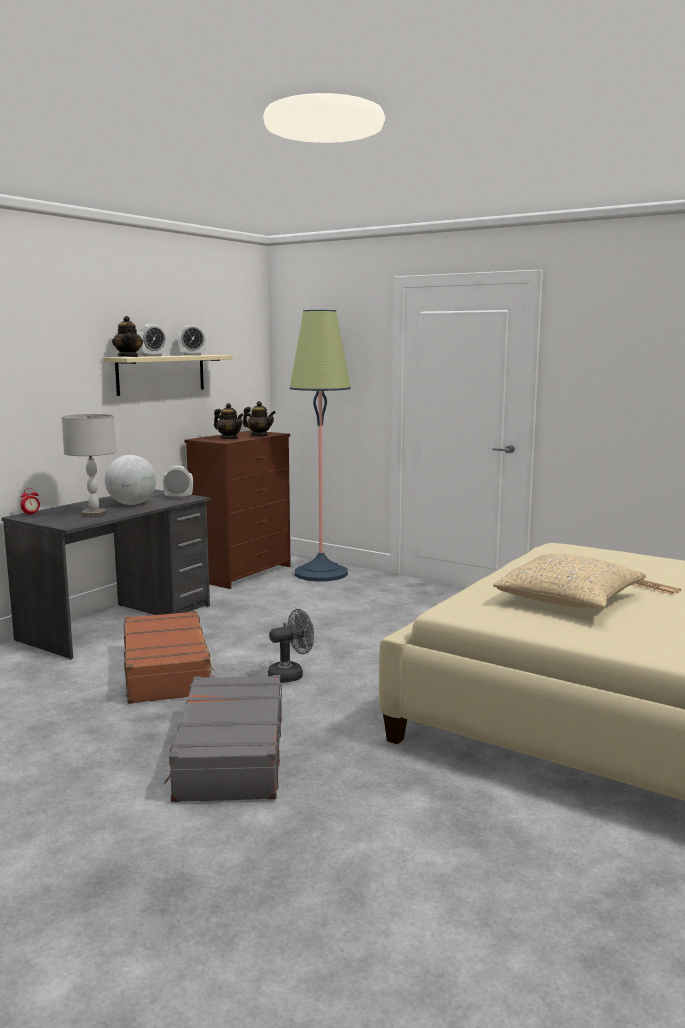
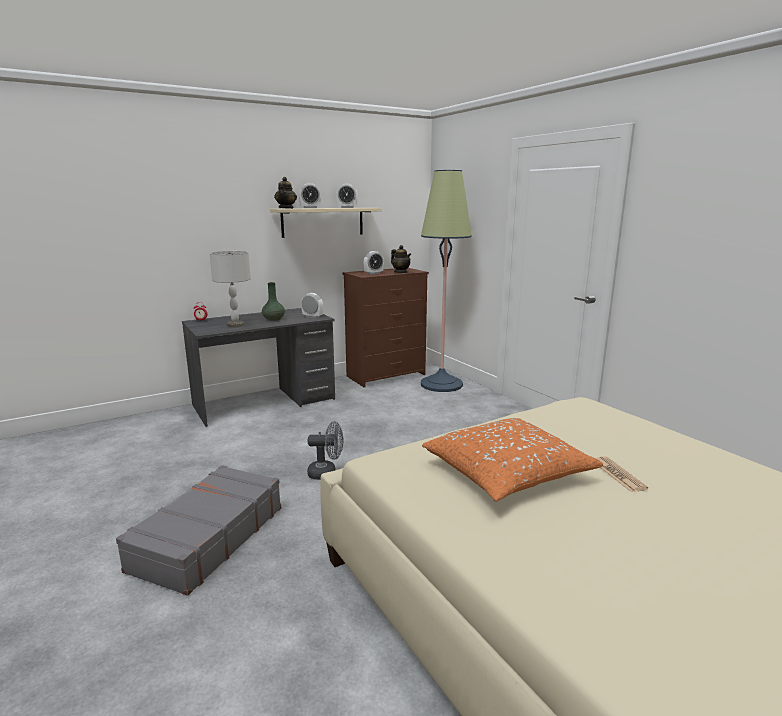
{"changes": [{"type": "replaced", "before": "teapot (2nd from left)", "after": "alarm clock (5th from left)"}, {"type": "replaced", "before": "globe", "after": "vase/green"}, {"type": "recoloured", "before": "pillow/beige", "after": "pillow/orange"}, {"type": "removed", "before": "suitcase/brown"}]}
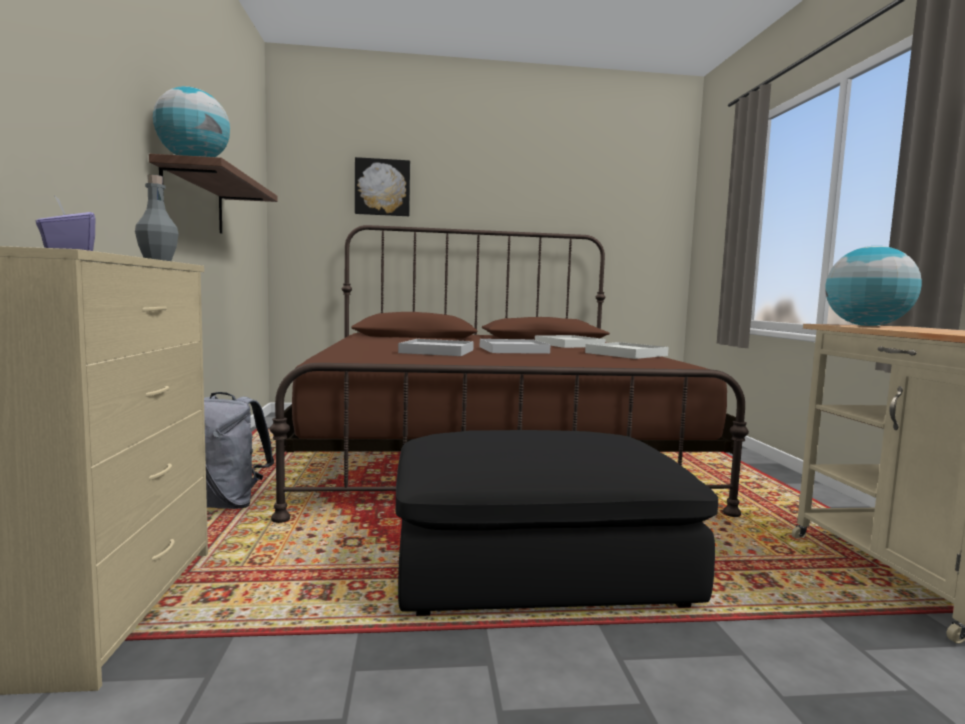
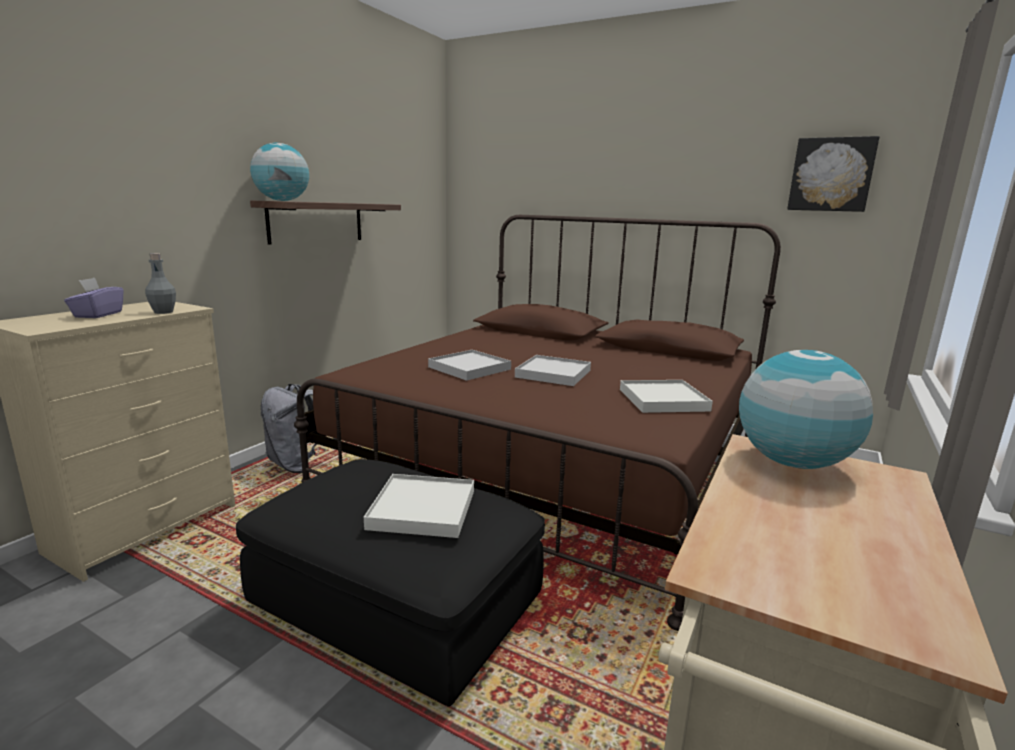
{"changes": [{"type": "moved", "before": "picture"}, {"type": "moved", "before": "tray/white (3rd from left in the first image)", "after": "tray/white (1st from left)"}]}
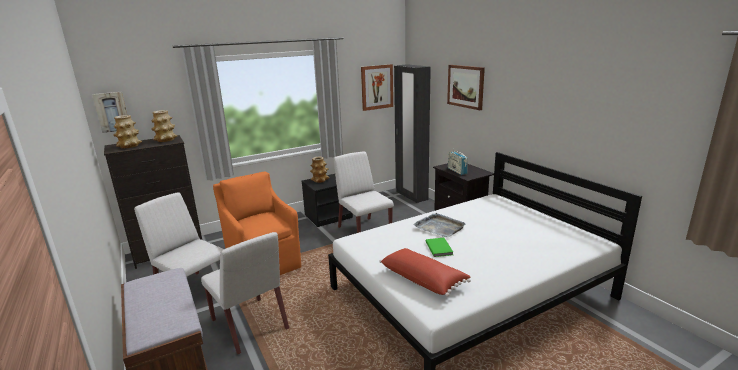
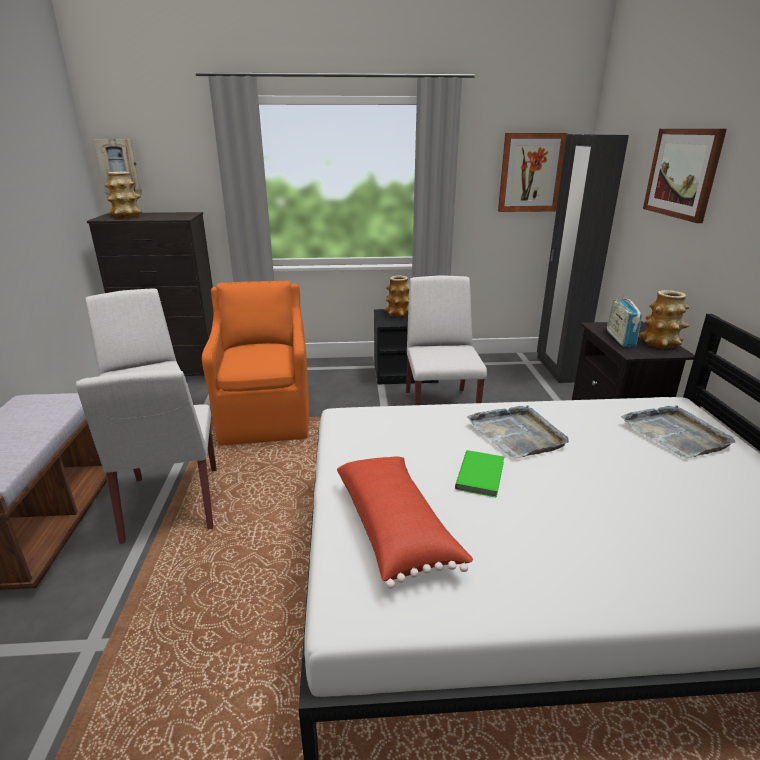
{"changes": [{"type": "moved", "before": "vase (2nd from left in the first image)", "after": "vase (3rd from left)"}, {"type": "added", "after": "tray/grey (2nd from left)"}]}
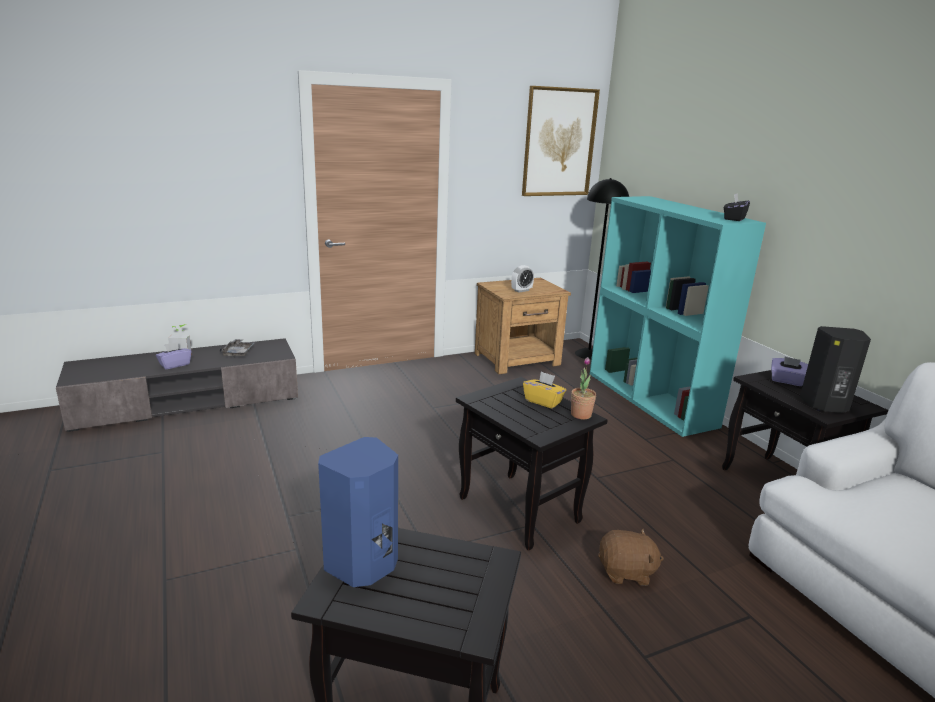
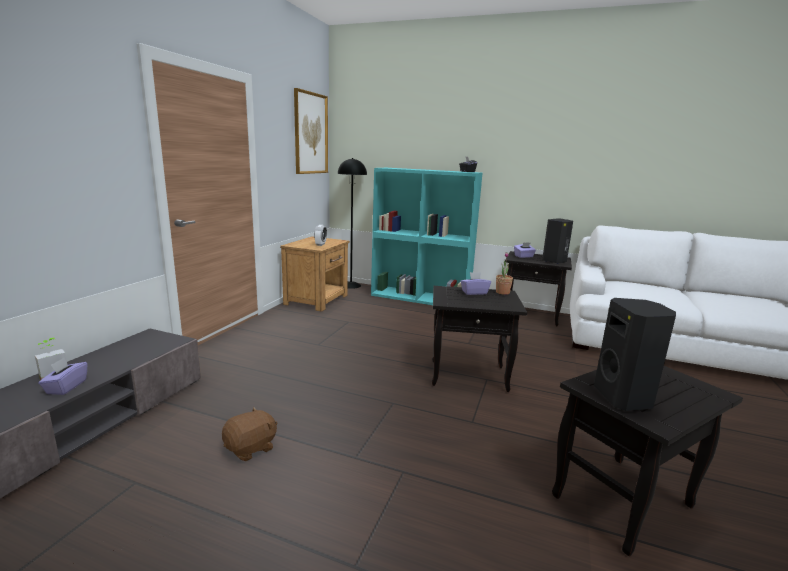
{"changes": [{"type": "removed", "before": "tray/grey"}, {"type": "recoloured", "before": "tissue box/yellow", "after": "tissue box/purple (2nd from left)"}, {"type": "recoloured", "before": "speaker/blue", "after": "speaker/black (2nd from left)"}, {"type": "moved", "before": "plush toy/brown"}]}
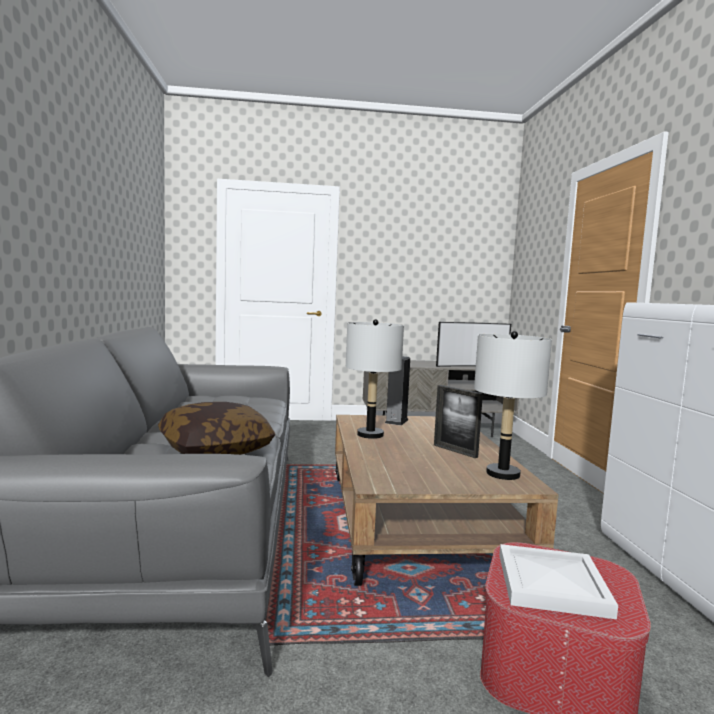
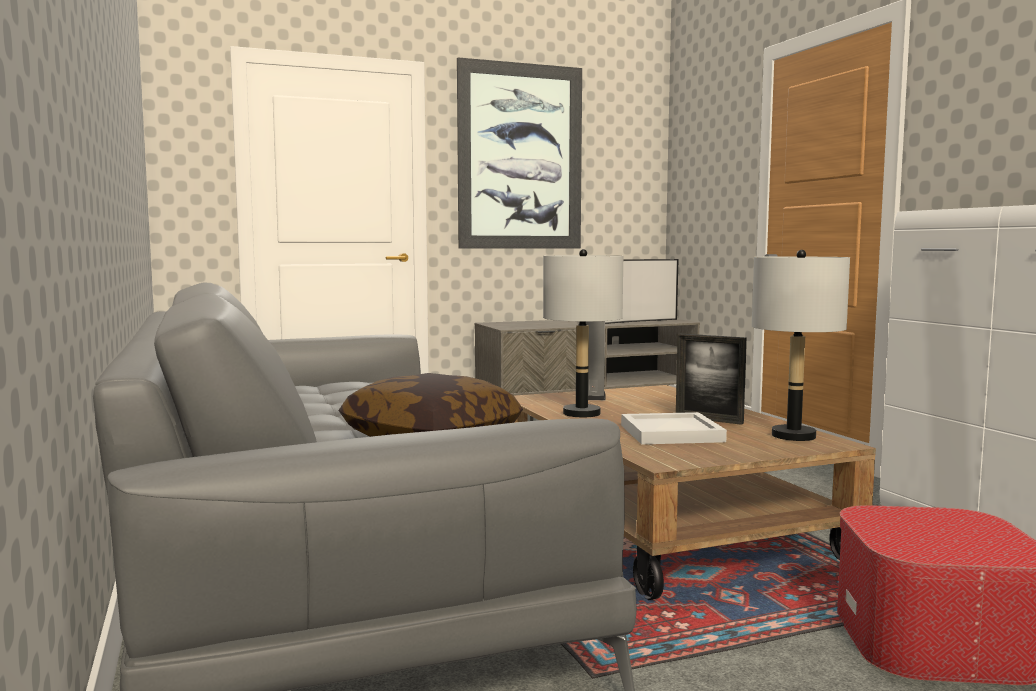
{"changes": [{"type": "moved", "before": "tray/white"}, {"type": "added", "after": "picture"}]}
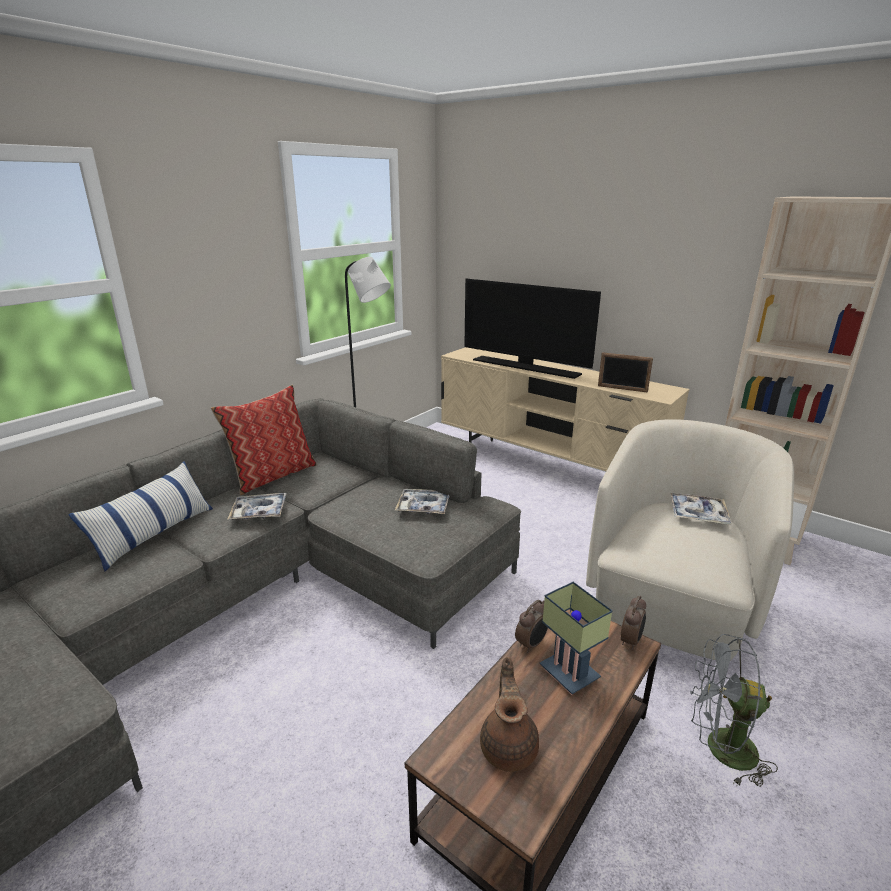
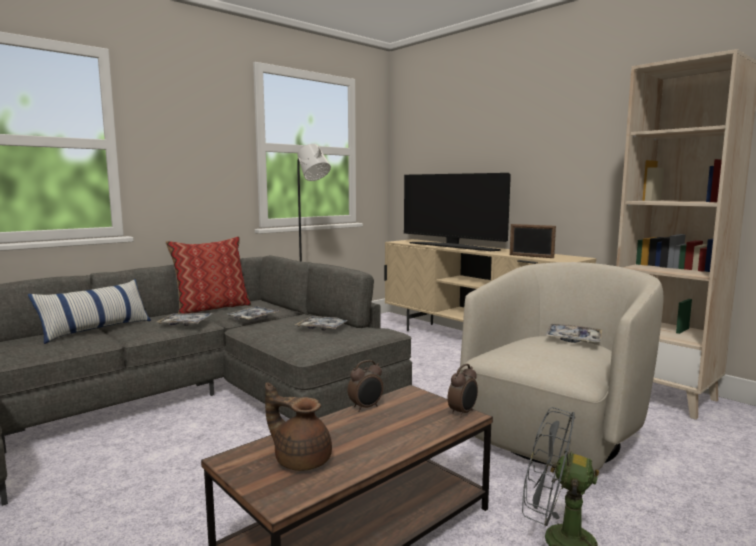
{"changes": [{"type": "removed", "before": "table lamp"}, {"type": "turned", "before": "teapot/brown", "turn": -75}, {"type": "added", "after": "tray (2nd from left)"}]}
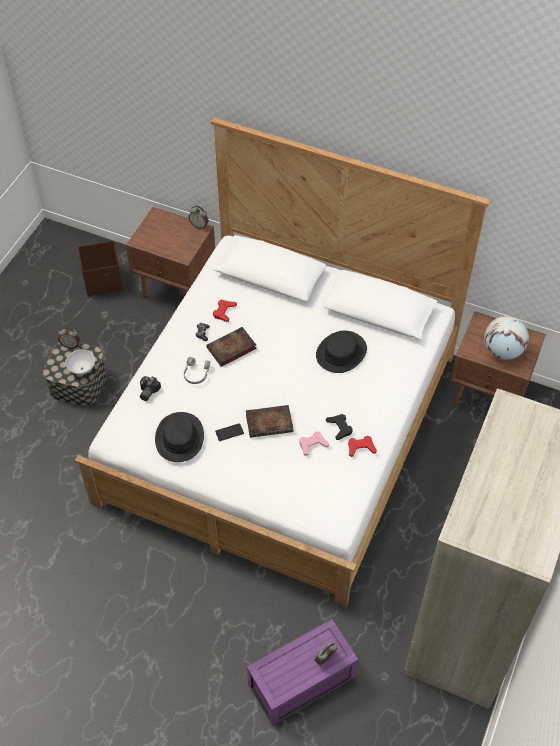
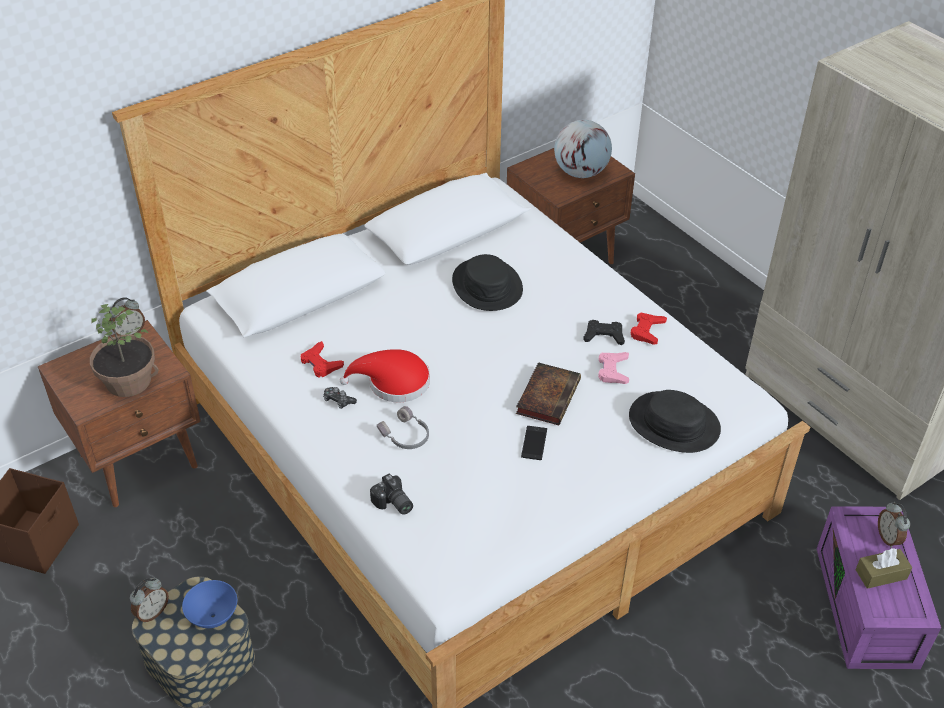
{"changes": [{"type": "replaced", "before": "book (1st from left)", "after": "hat/red"}, {"type": "recoloured", "before": "bowl/white", "after": "bowl/blue"}, {"type": "moved", "before": "hat/black (1st from left in the first image)", "after": "hat/black (2nd from left)"}, {"type": "added", "after": "potted plant"}, {"type": "added", "after": "tissue box/brown"}]}
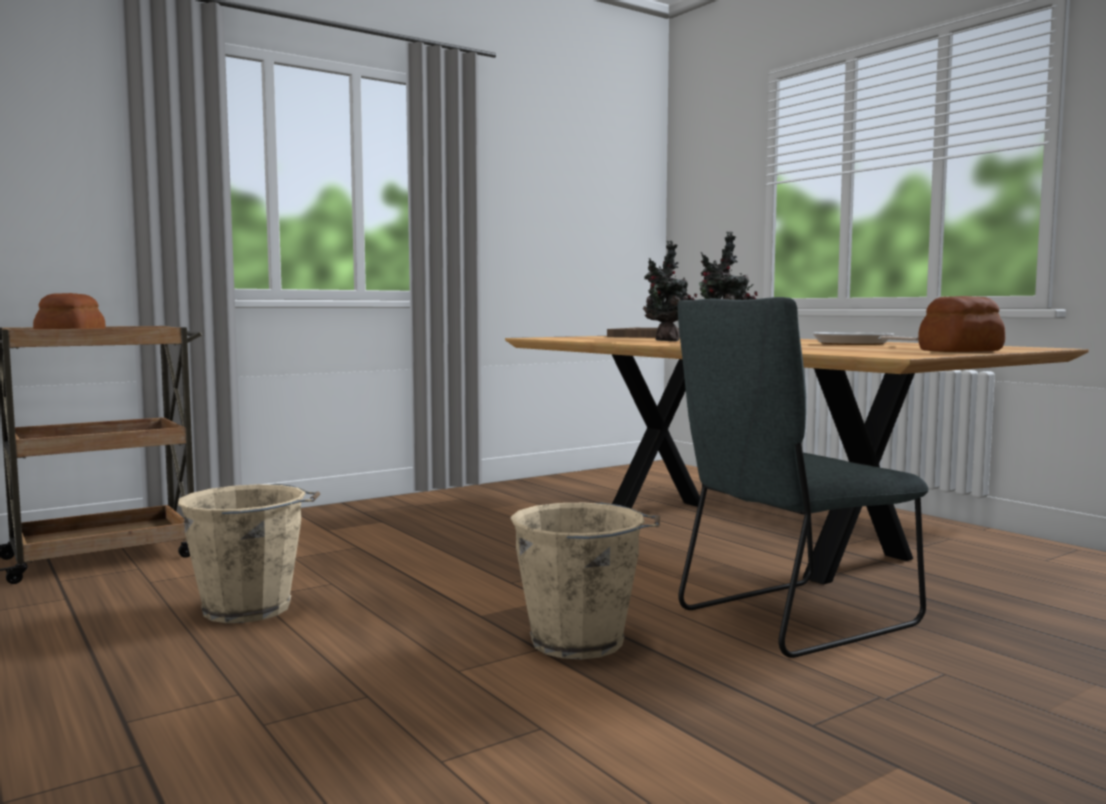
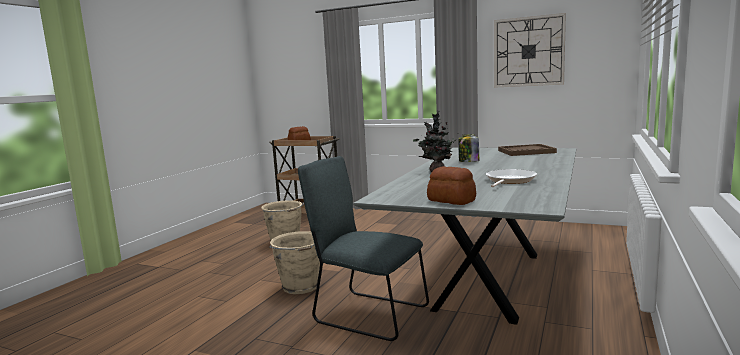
{"changes": [{"type": "replaced", "before": "potted plant (1st from left)", "after": "jar"}, {"type": "recoloured", "before": "dining table/brown", "after": "dining table/grey"}, {"type": "added", "after": "wall clock"}]}
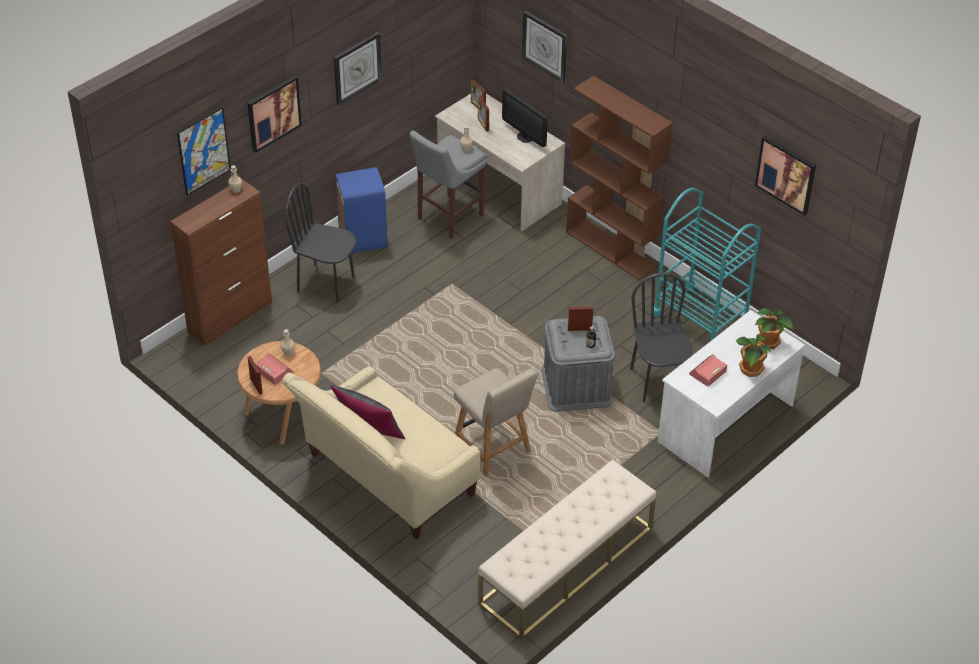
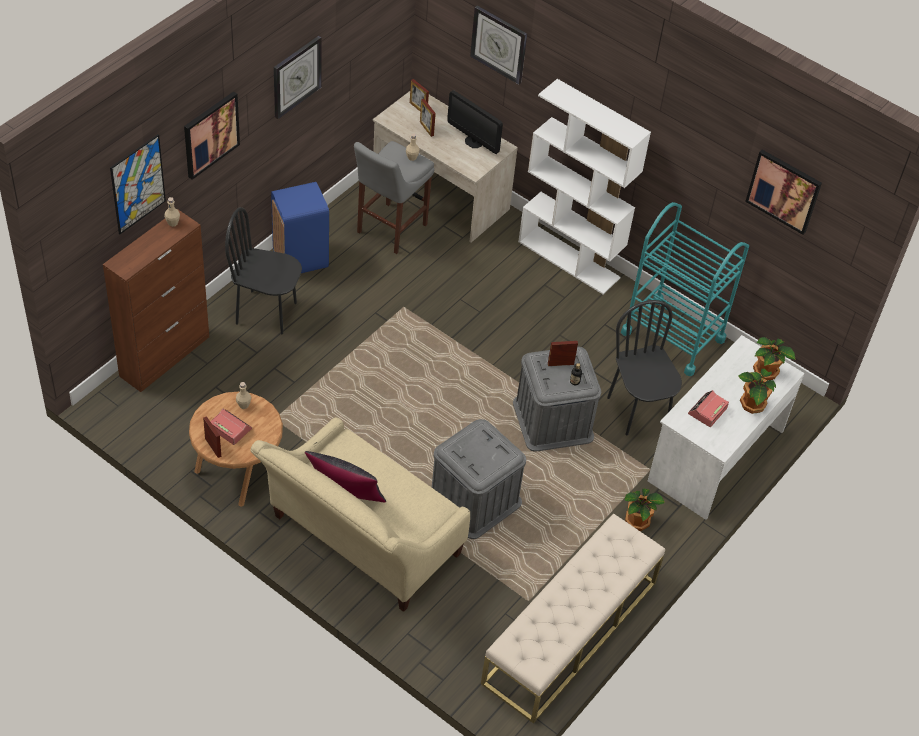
{"changes": [{"type": "recoloured", "before": "bookcase/brown", "after": "bookcase/white"}, {"type": "replaced", "before": "chair/beige", "after": "storage box/grey (1st from left)"}, {"type": "added", "after": "potted plant (1st from left)"}]}
